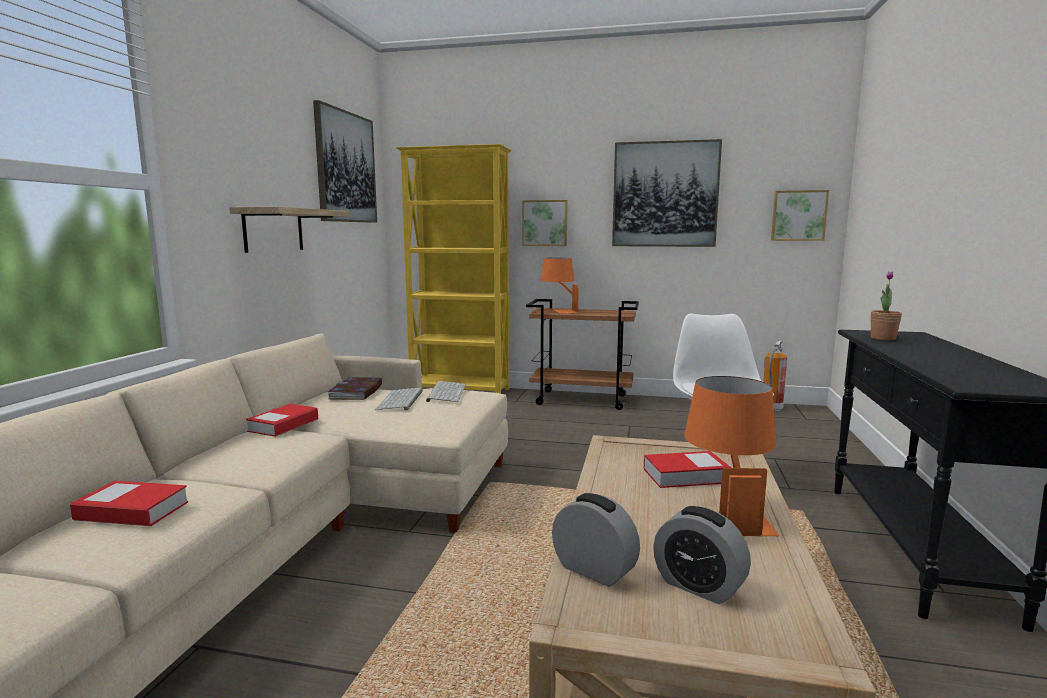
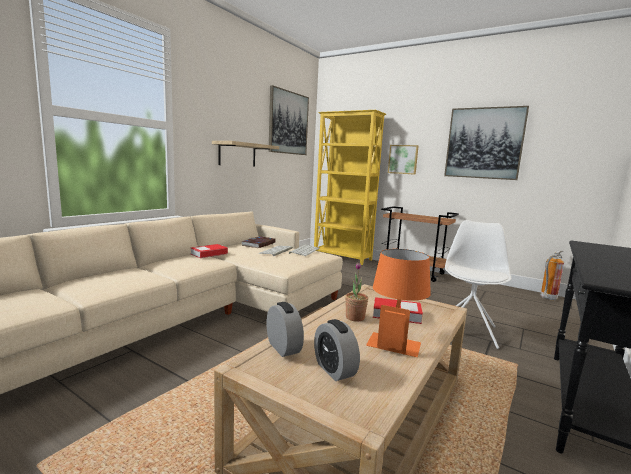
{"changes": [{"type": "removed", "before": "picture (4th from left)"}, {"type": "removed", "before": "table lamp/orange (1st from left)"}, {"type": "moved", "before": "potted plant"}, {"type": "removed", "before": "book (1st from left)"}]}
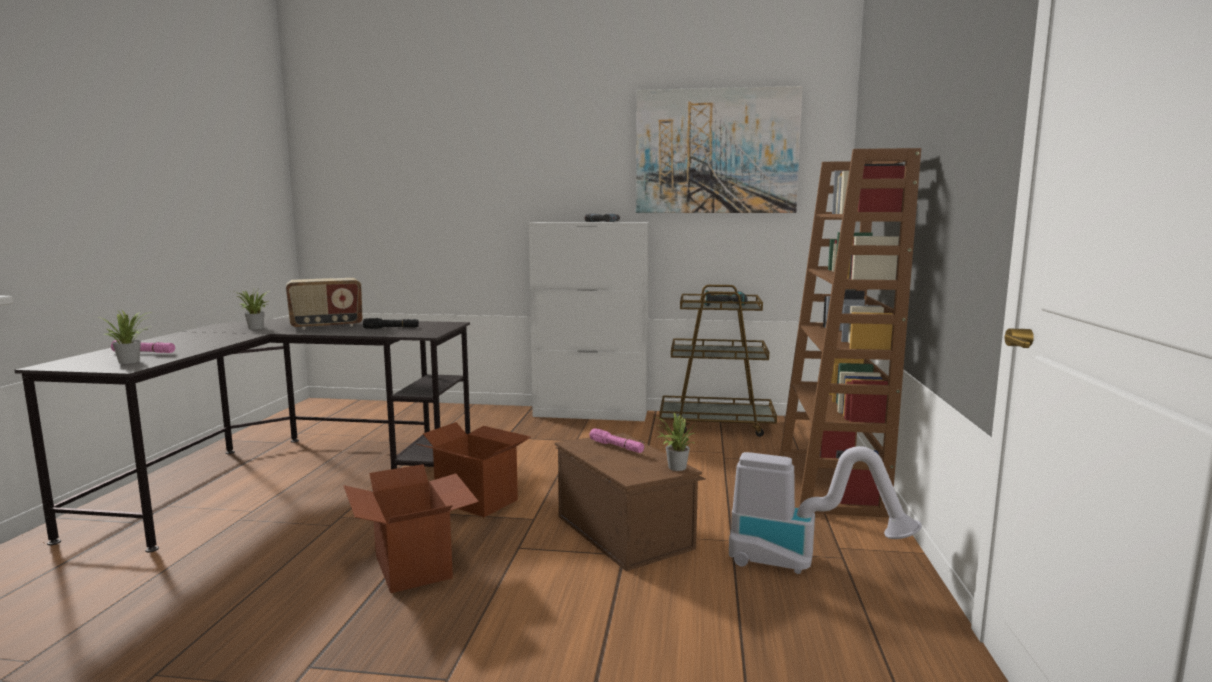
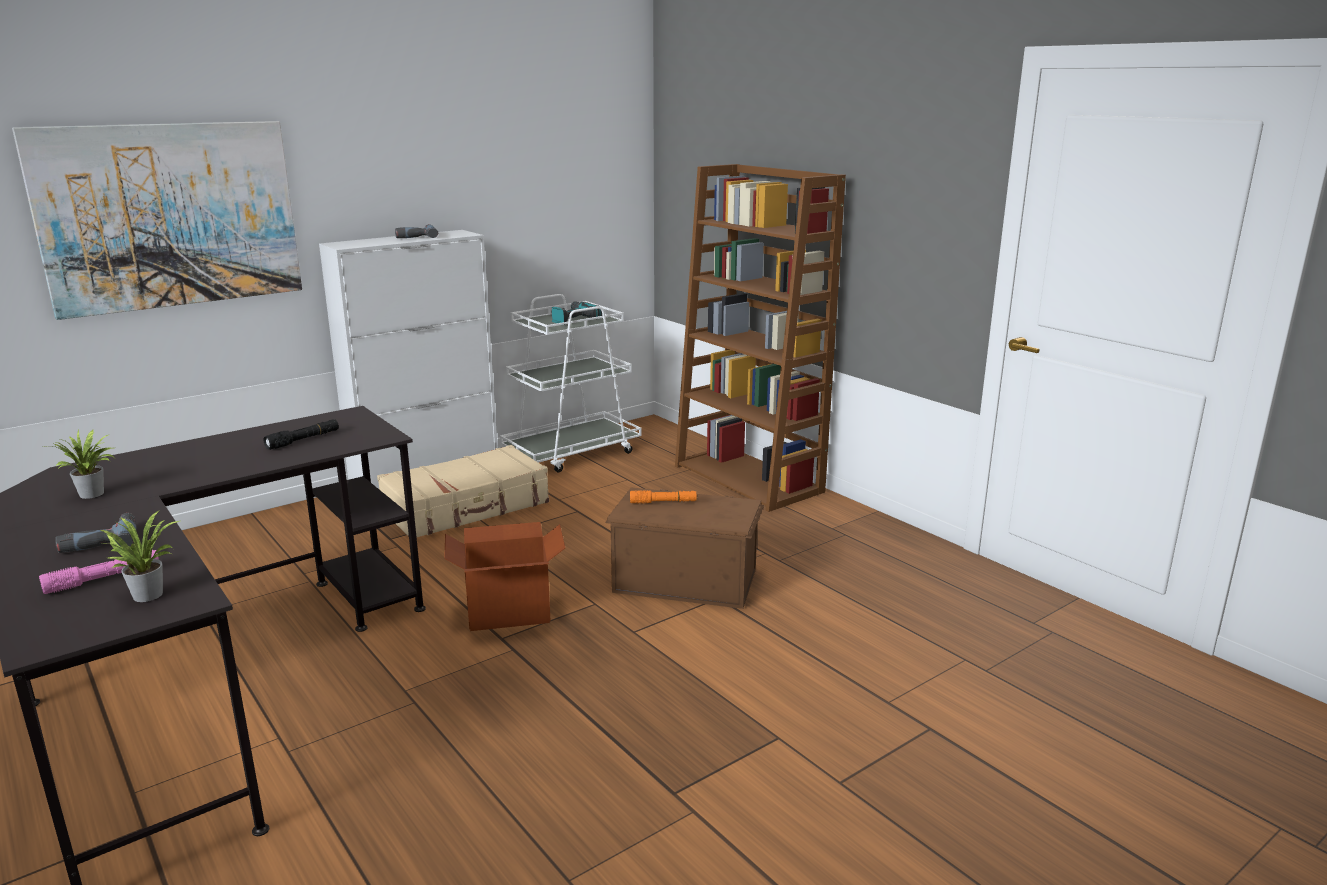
{"changes": [{"type": "moved", "before": "picture"}, {"type": "removed", "before": "radio"}, {"type": "recoloured", "before": "cart/brown", "after": "cart/white"}, {"type": "removed", "before": "potted plant (3rd from left)"}, {"type": "recoloured", "before": "flashlight/pink (2nd from left)", "after": "flashlight/orange"}, {"type": "removed", "before": "vacuum cleaner"}, {"type": "removed", "before": "cardboard box (1st from left)"}, {"type": "added", "after": "suitcase/beige"}, {"type": "added", "after": "power drill (1st from left)"}]}
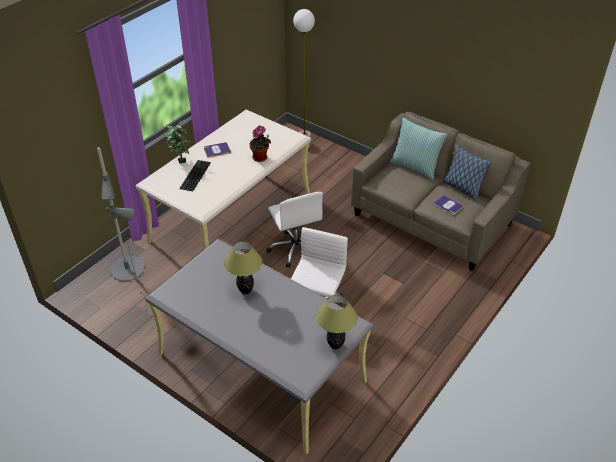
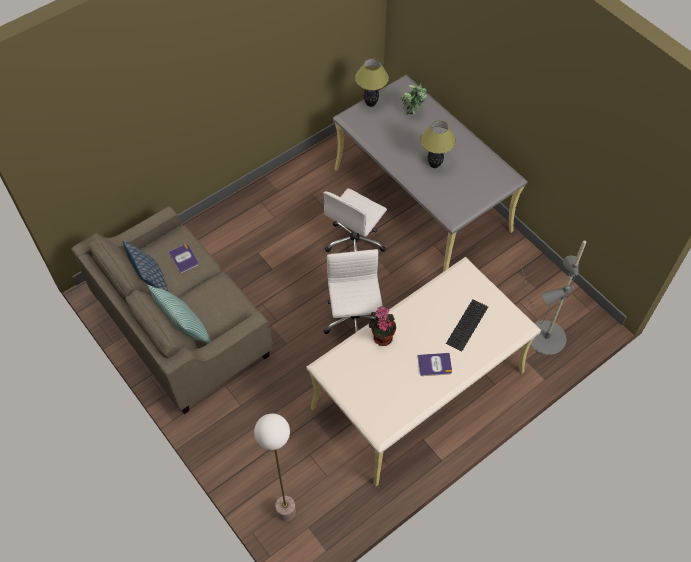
{"changes": [{"type": "moved", "before": "potted plant (1st from left in the first image)", "after": "potted plant (2nd from left)"}]}
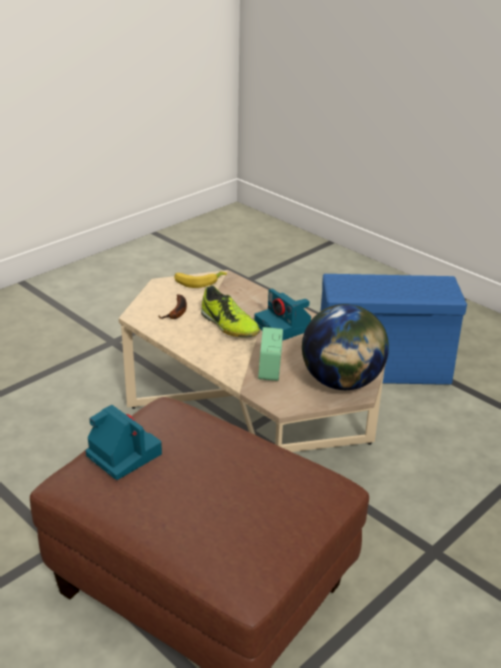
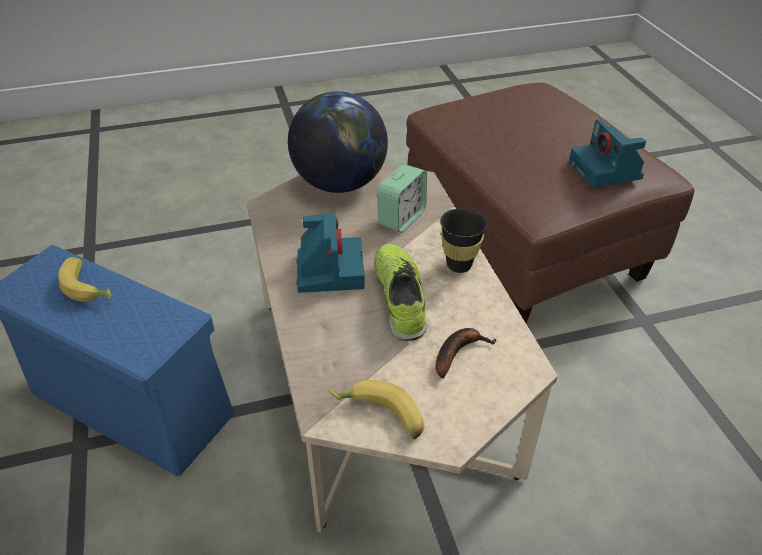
{"changes": [{"type": "added", "after": "cup/black"}, {"type": "added", "after": "banana (1st from left)"}]}
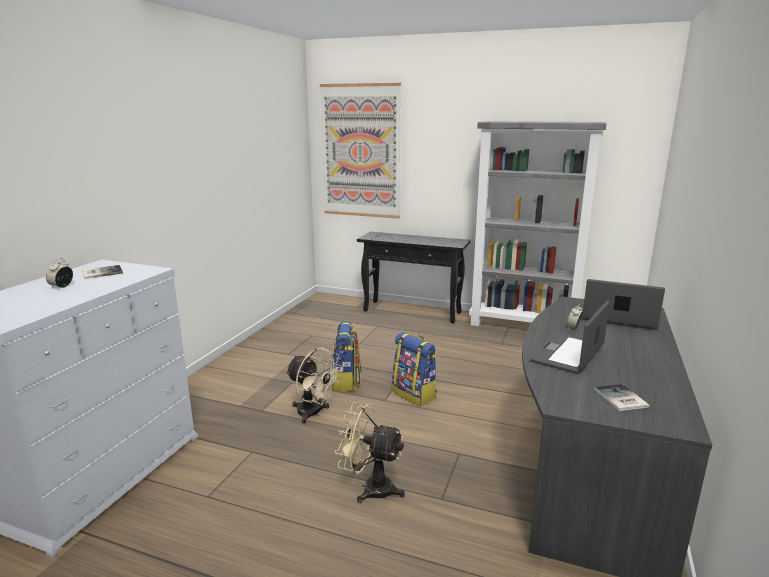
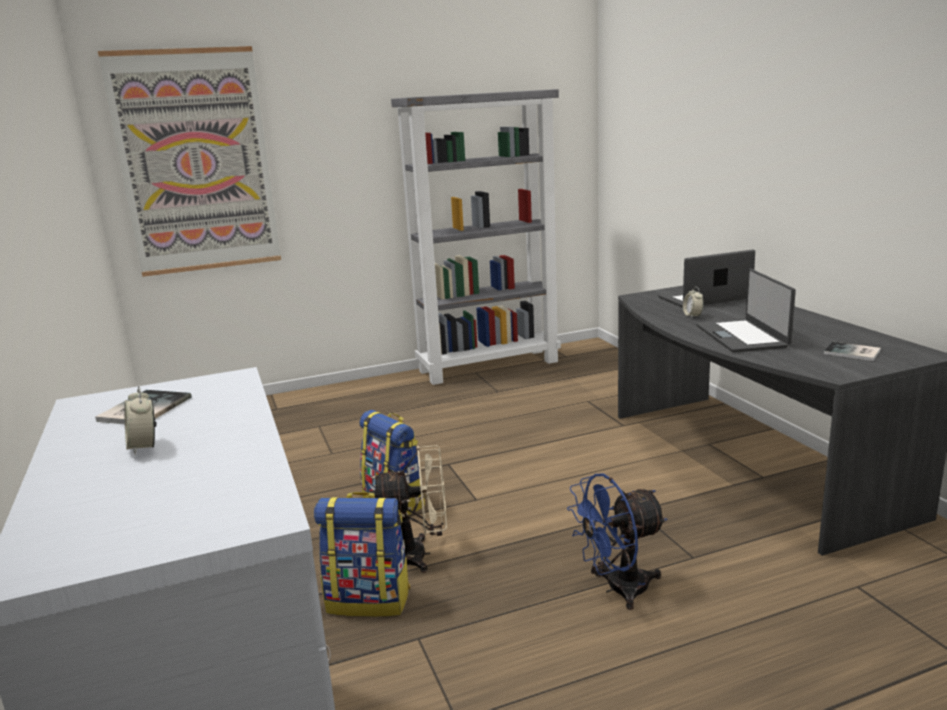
{"changes": [{"type": "removed", "before": "console table/black"}, {"type": "moved", "before": "backpack (2nd from left in the first image)", "after": "backpack (1st from left)"}, {"type": "recoloured", "before": "fan/beige (2nd from left)", "after": "fan/blue"}]}
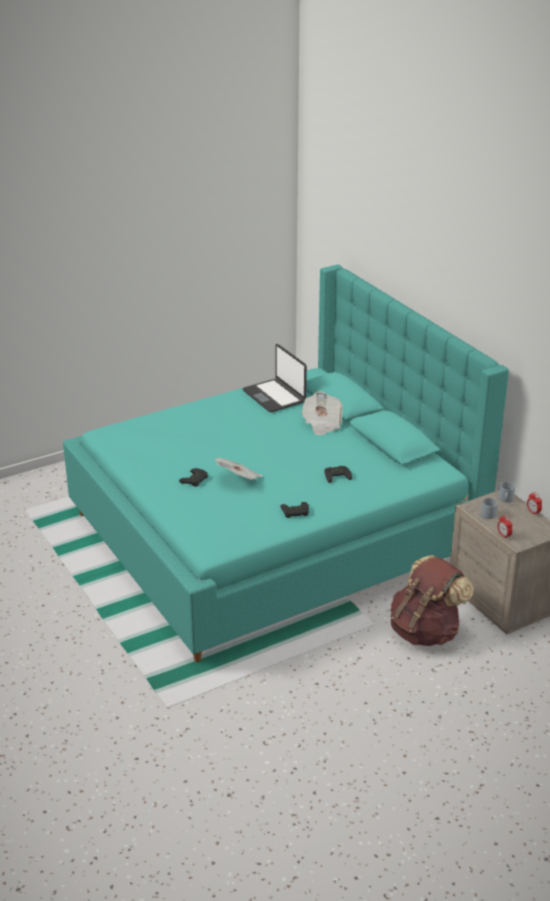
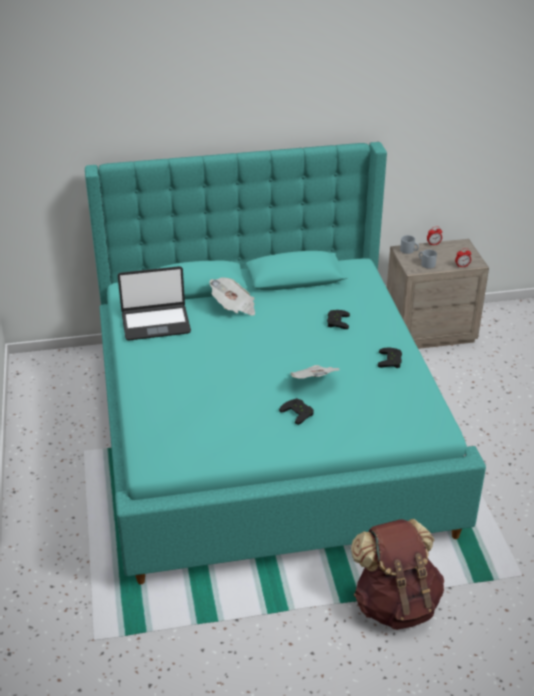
{"changes": [{"type": "moved", "before": "backpack/brown"}]}
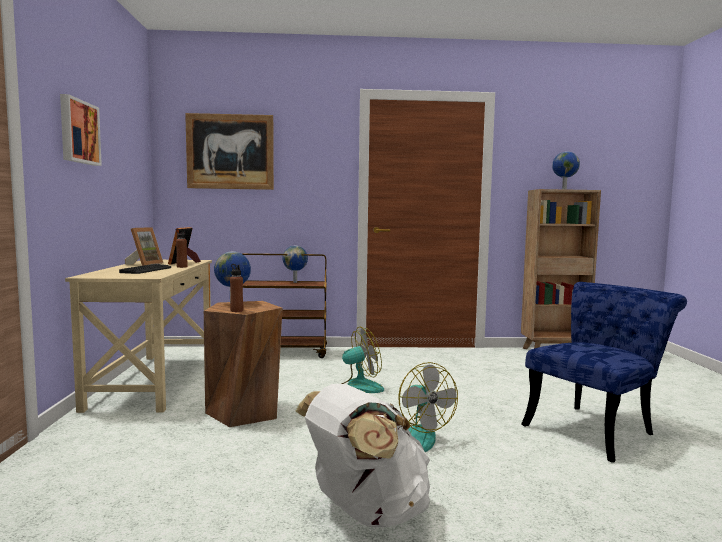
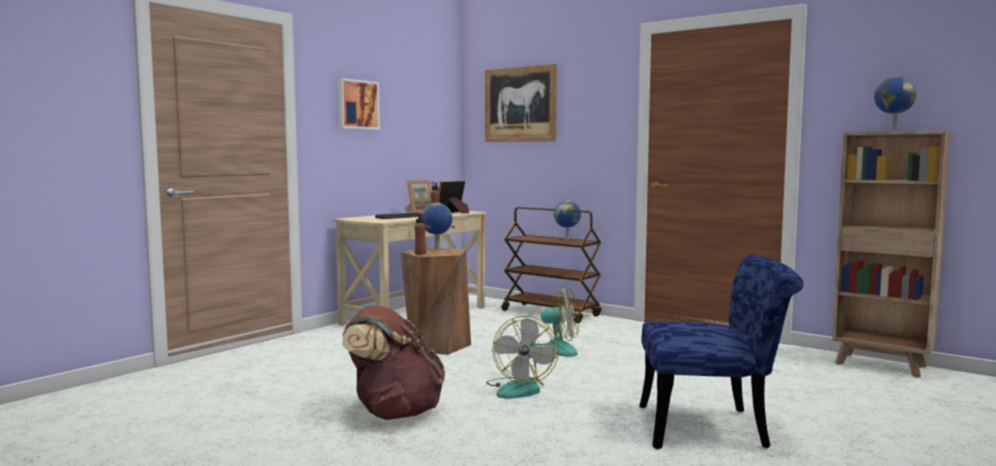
{"changes": [{"type": "recoloured", "before": "backpack/white", "after": "backpack/brown"}]}
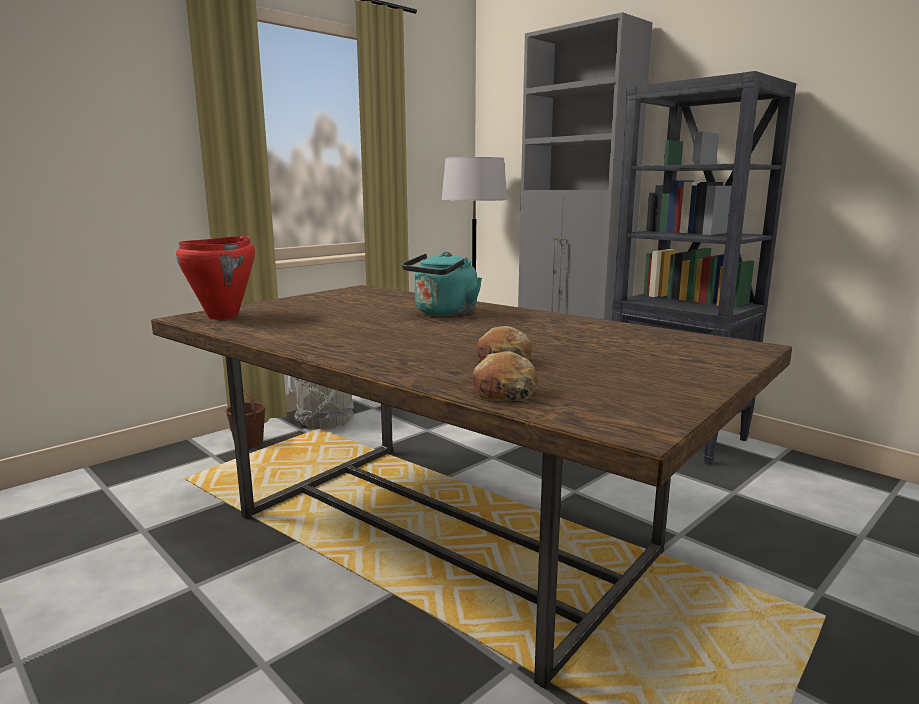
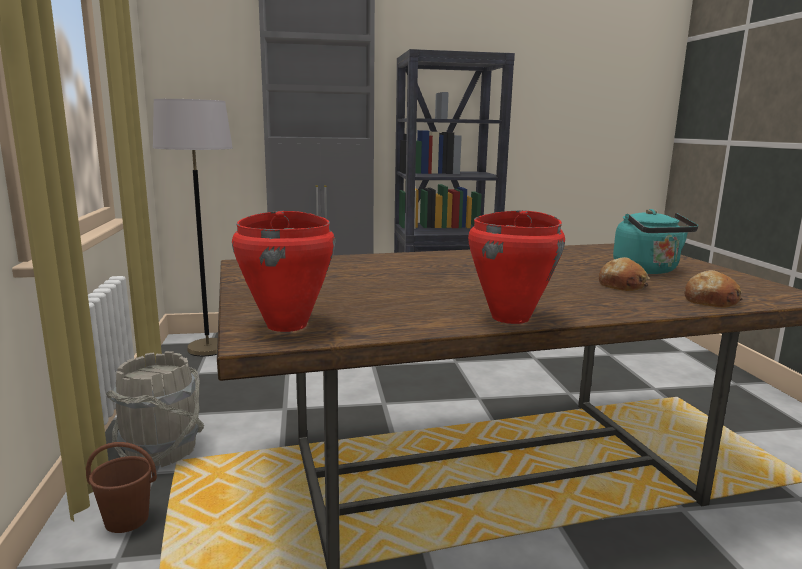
{"changes": [{"type": "moved", "before": "kettle/turquoise"}, {"type": "added", "after": "cooking pot/red (2nd from left)"}]}
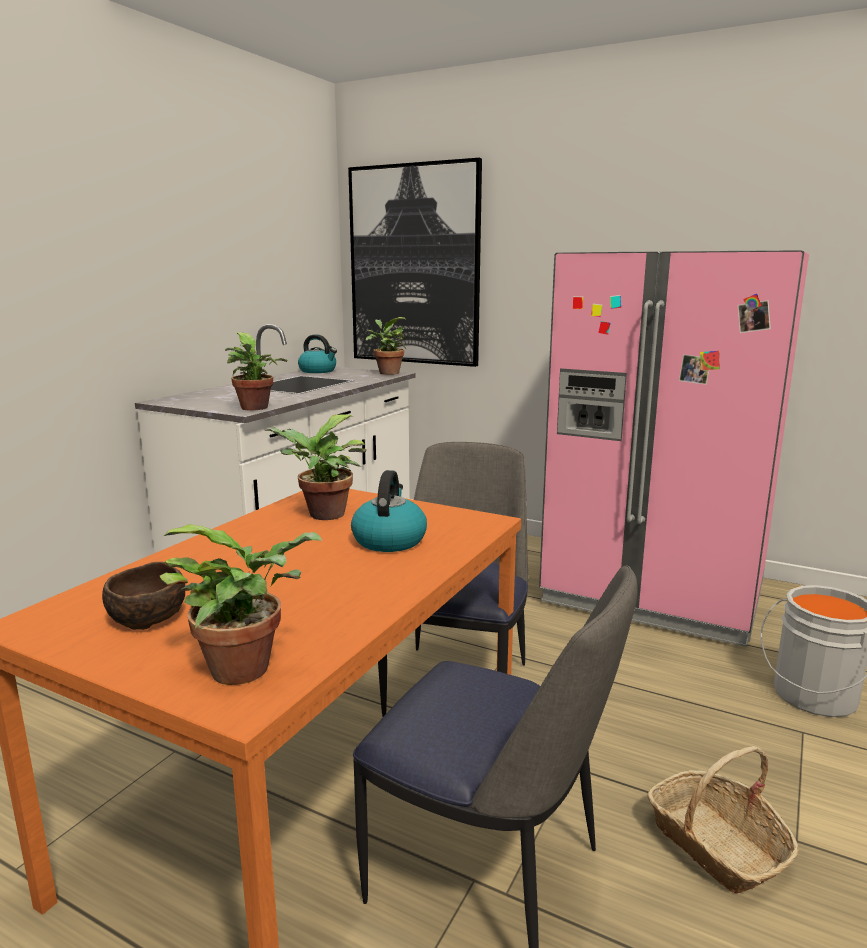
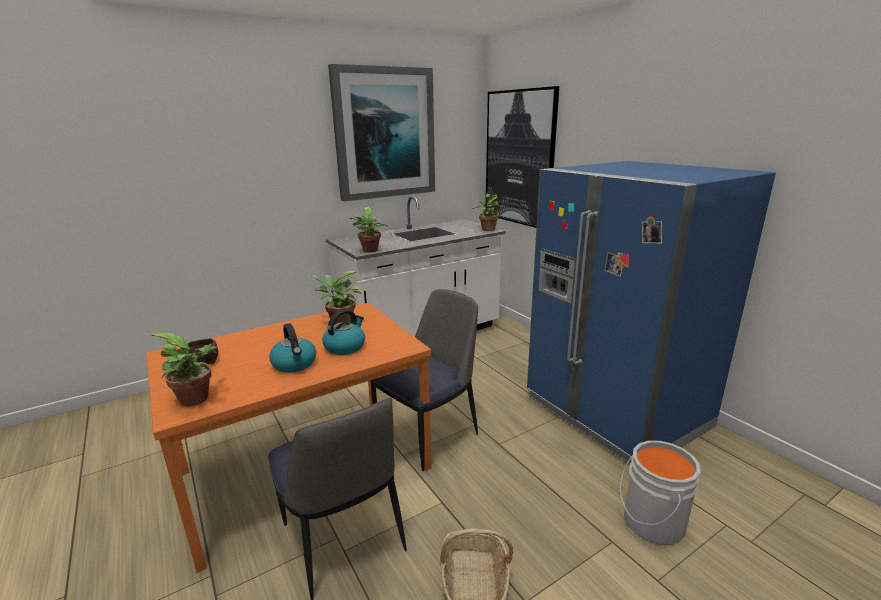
{"changes": [{"type": "recoloured", "before": "fridge/pink", "after": "fridge/blue"}, {"type": "moved", "before": "kettle (1st from left)"}, {"type": "added", "after": "picture (1st from left)"}]}
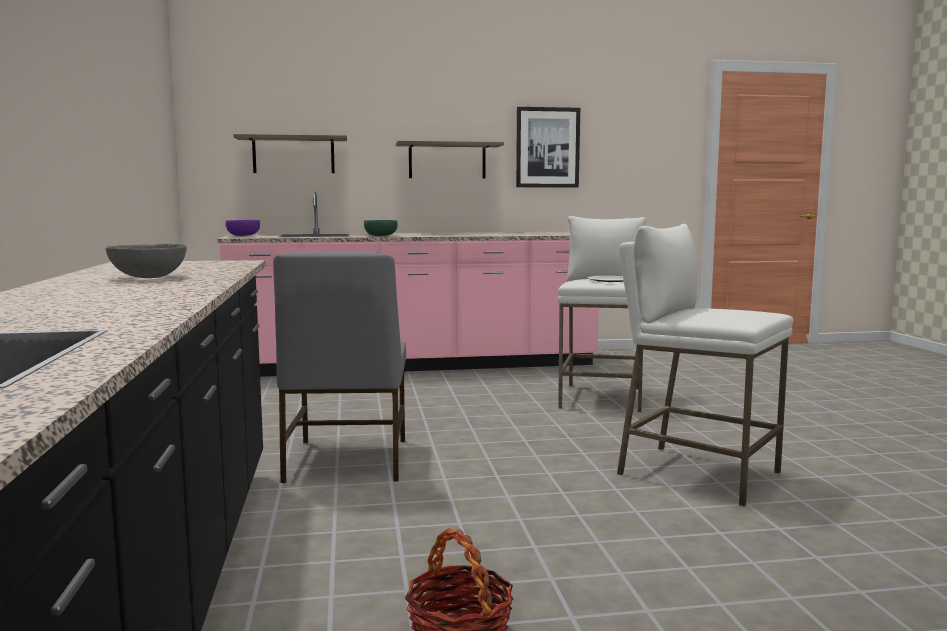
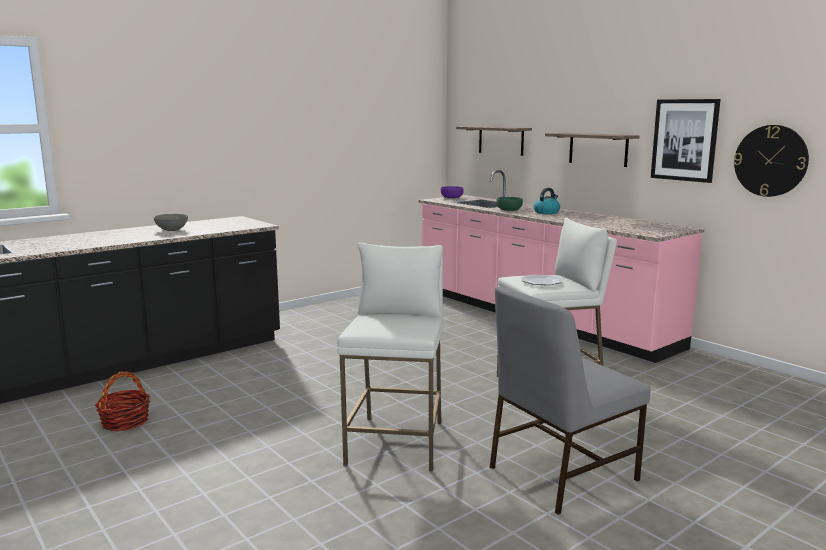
{"changes": [{"type": "moved", "before": "chair/grey"}, {"type": "added", "after": "wall clock"}, {"type": "added", "after": "kettle"}]}
